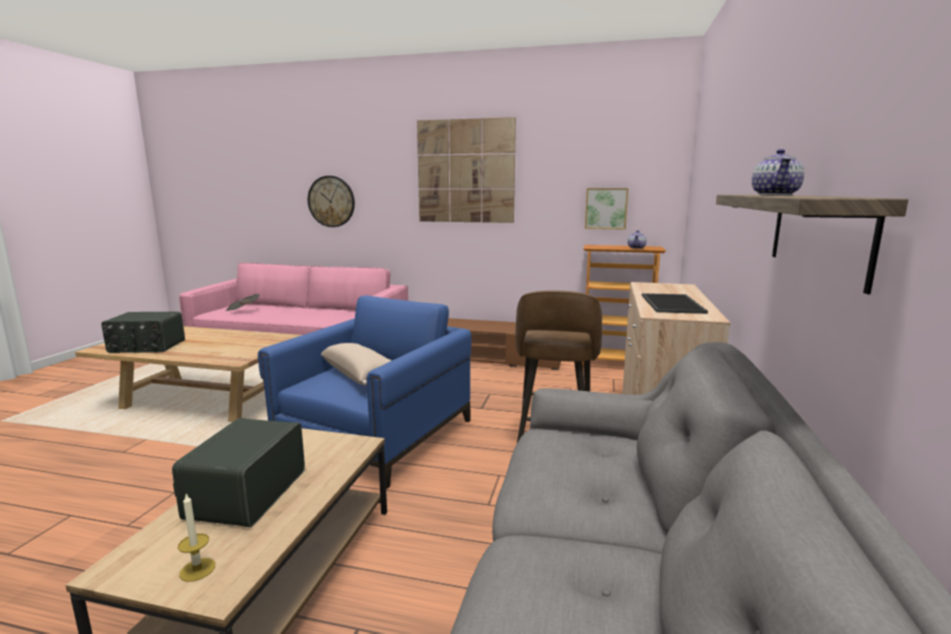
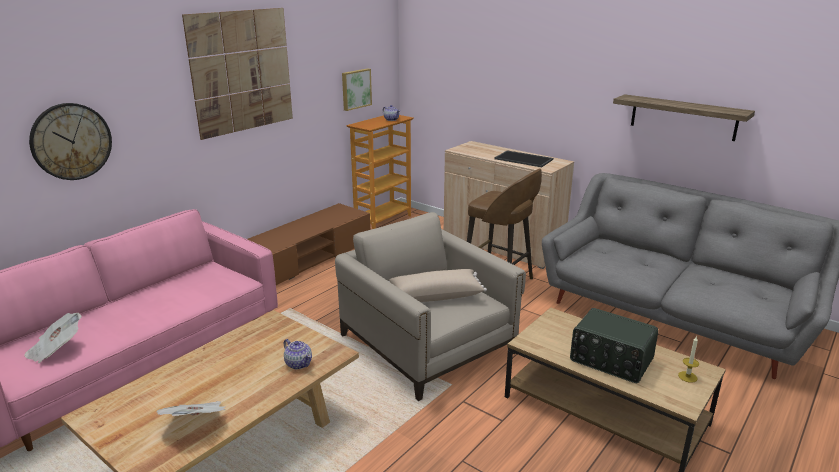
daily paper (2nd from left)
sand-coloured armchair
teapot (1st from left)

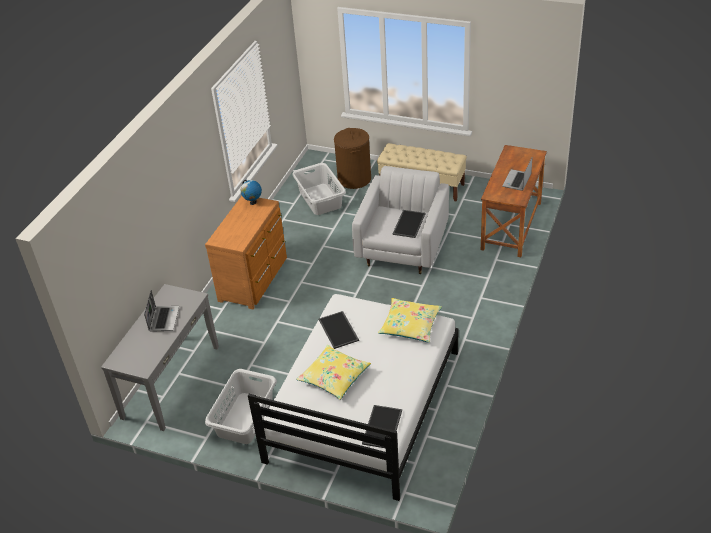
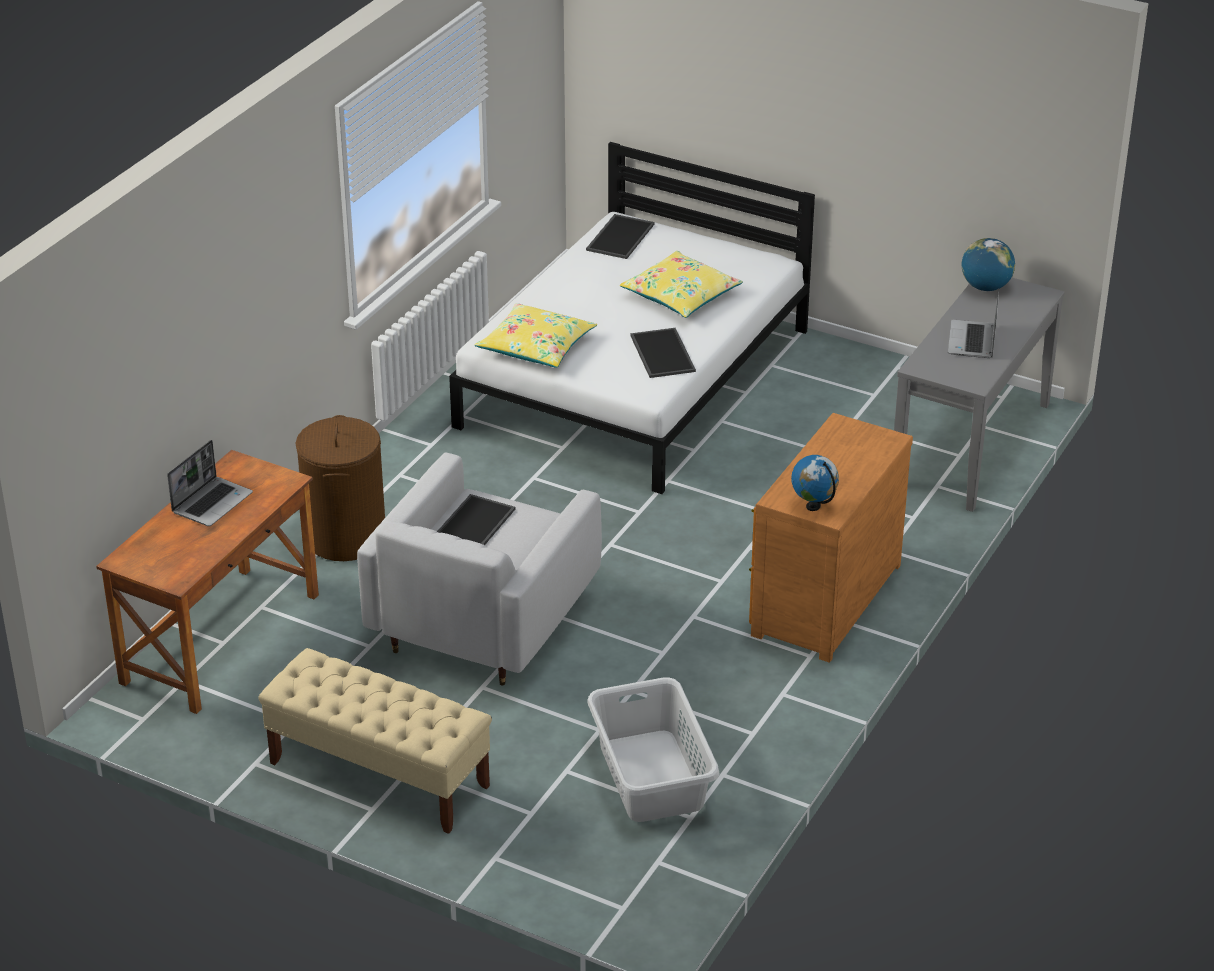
grey laundry basket (1st from left in the first image)
brown laundry basket
globe (2nd from left)

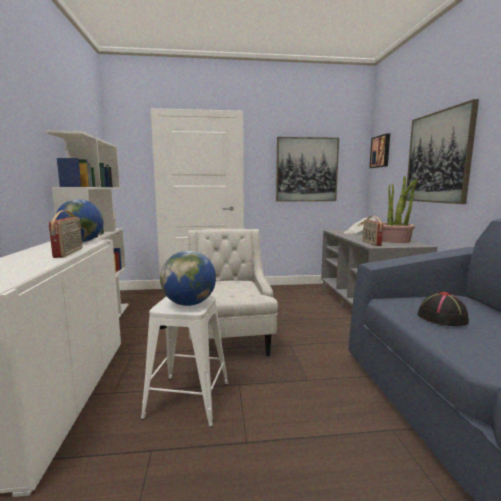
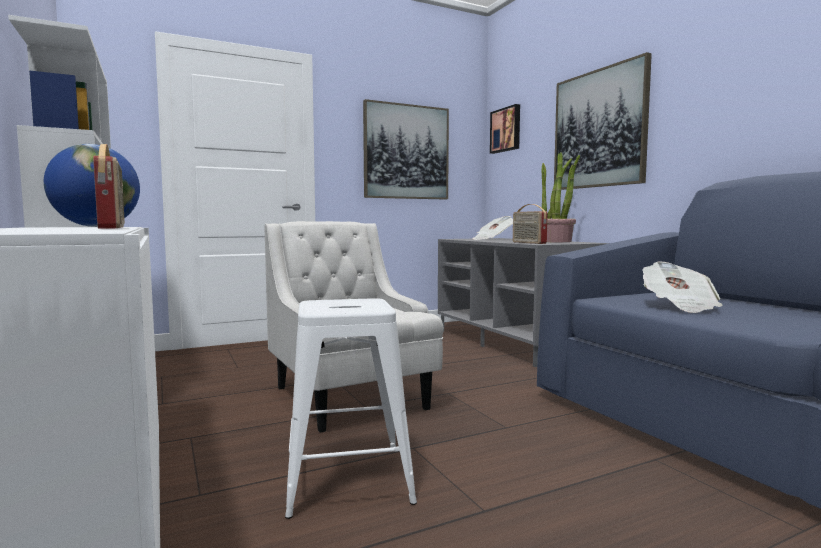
globe (2nd from left in the first image)
daily paper (2nd from left)

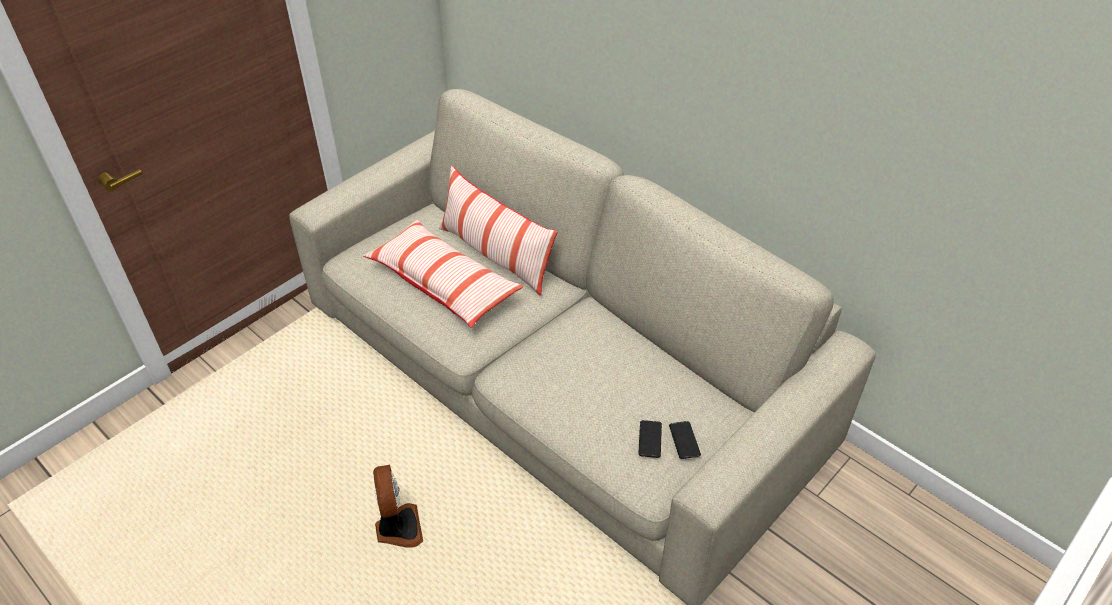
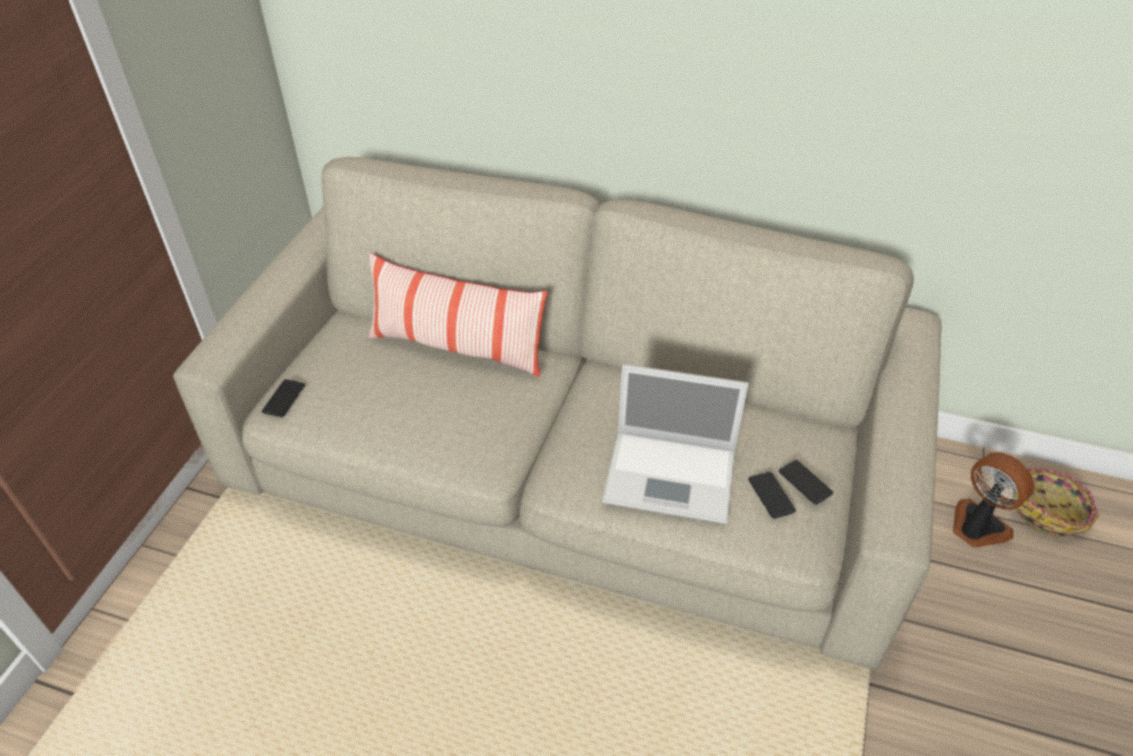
throw pillow (1st from left in the first image)
fan
telephone (1st from left)
notebook computer
household basket

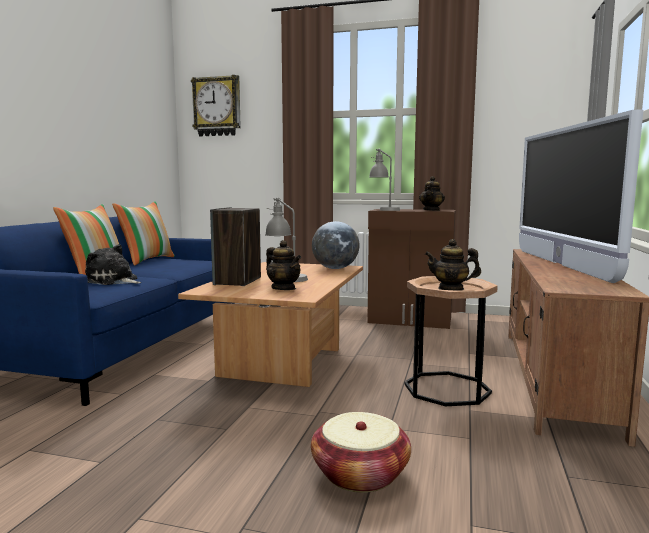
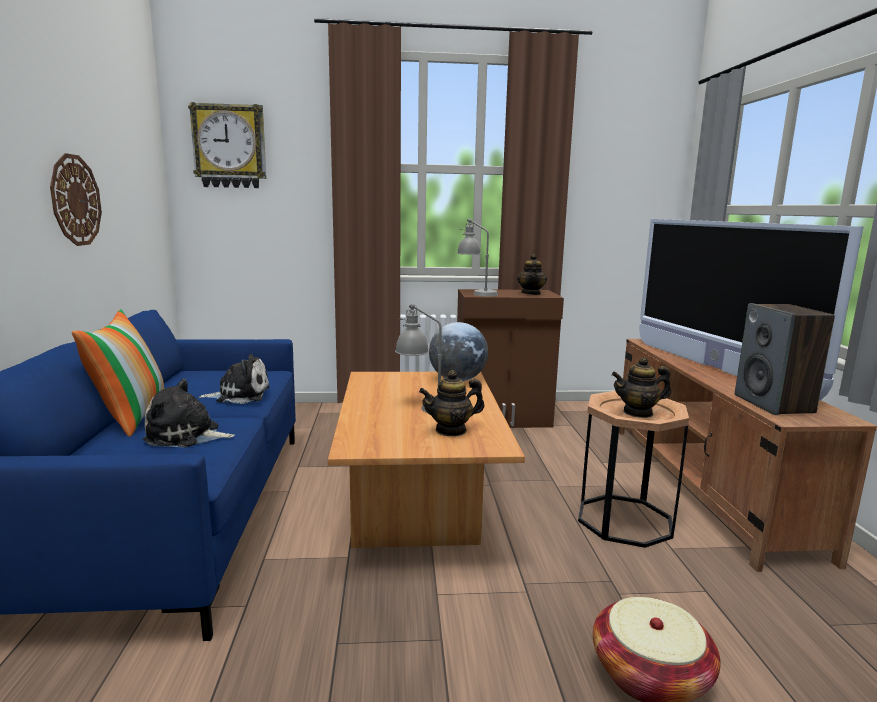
throw pillow (2nd from left in the first image)
audio speaker
teapot (1st from left)
clock on the wall (1st from left)
cuddly toy (2nd from left)

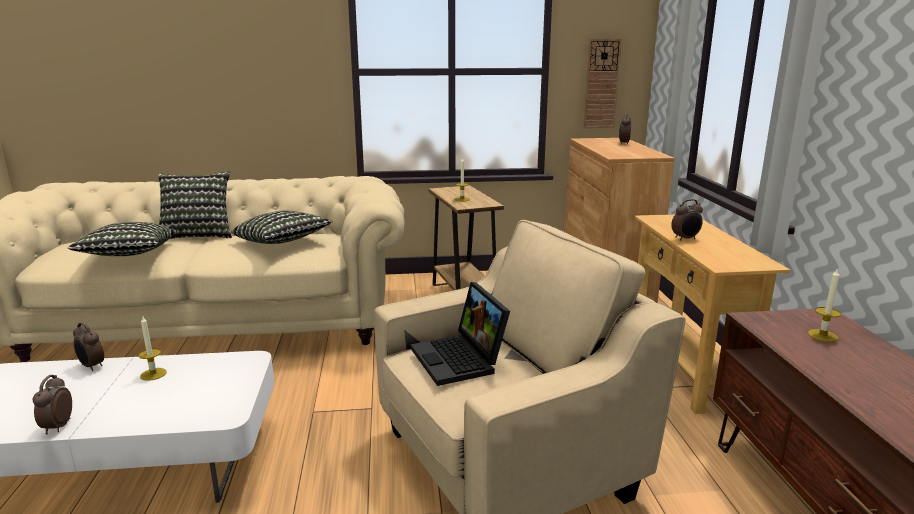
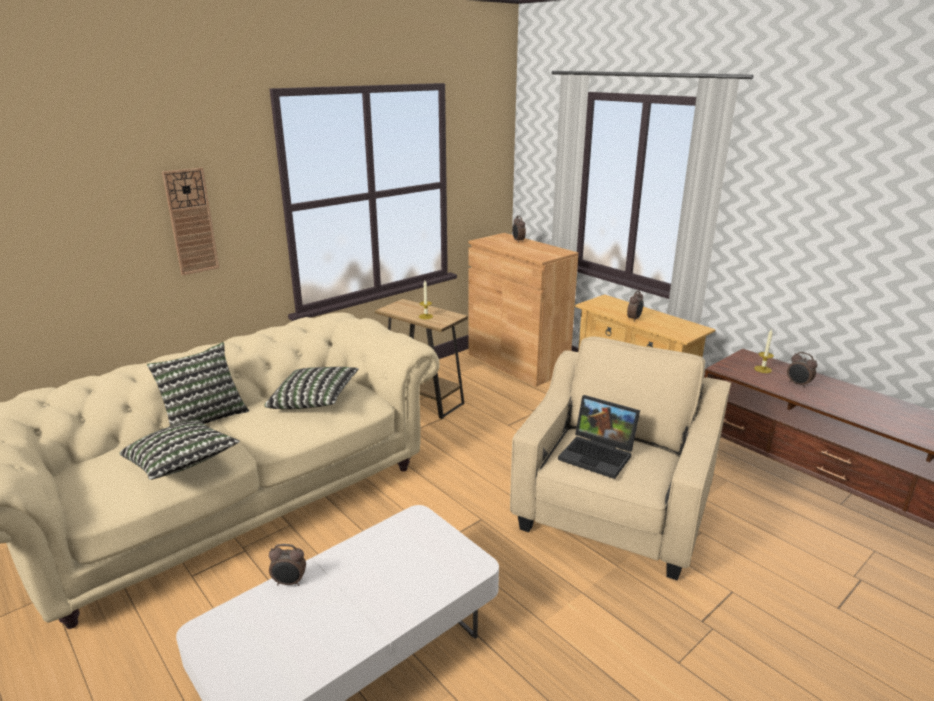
bedside clock (4th from left)
candle (1st from left in the first image)
clock on the wall

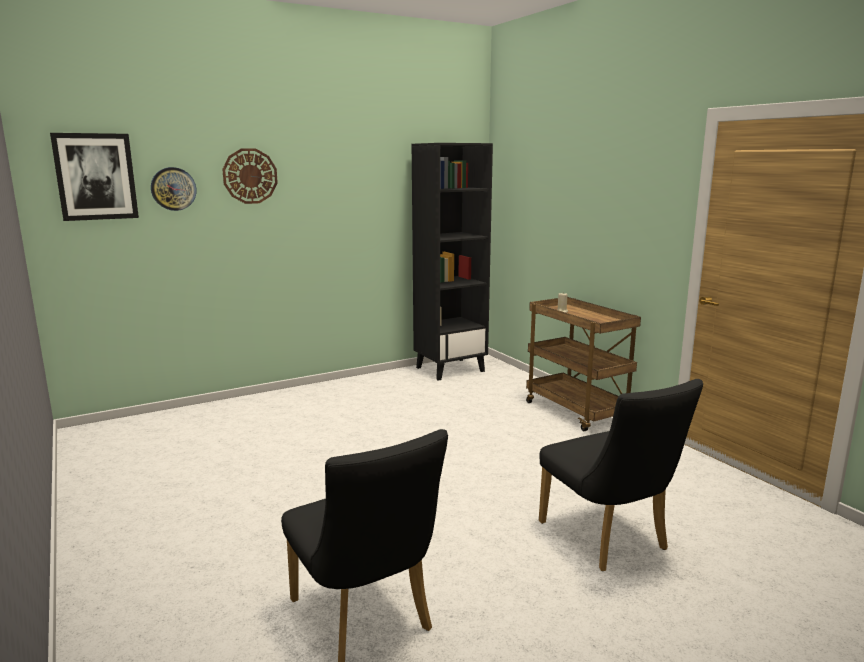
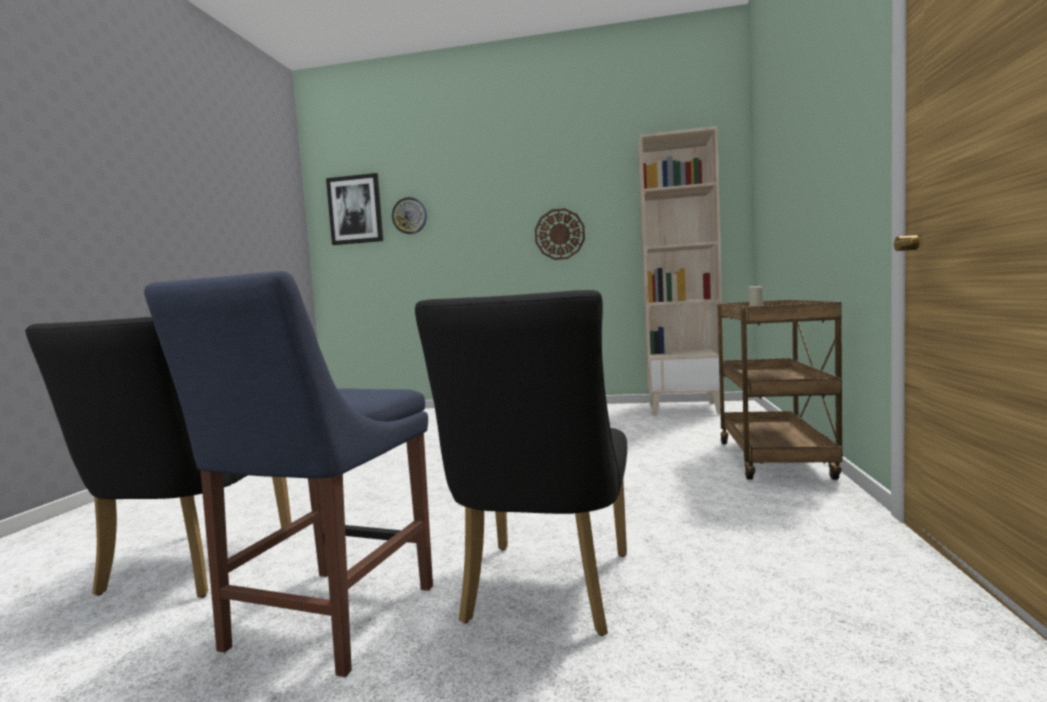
clock on the wall (2nd from left)
sand-coloured shelving unit
blue-coloured plain chair

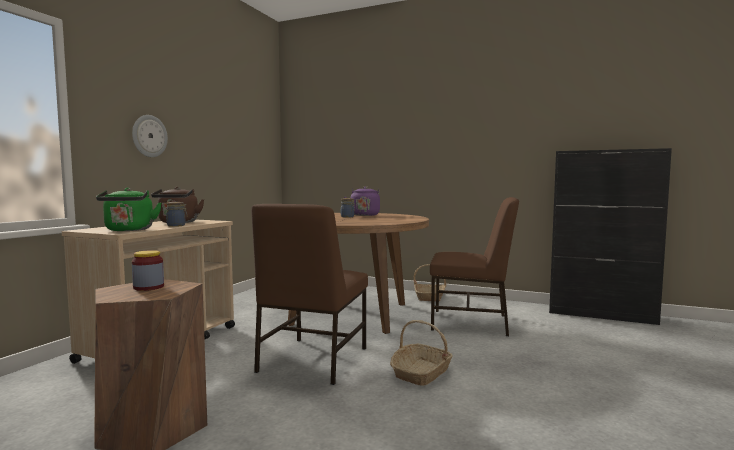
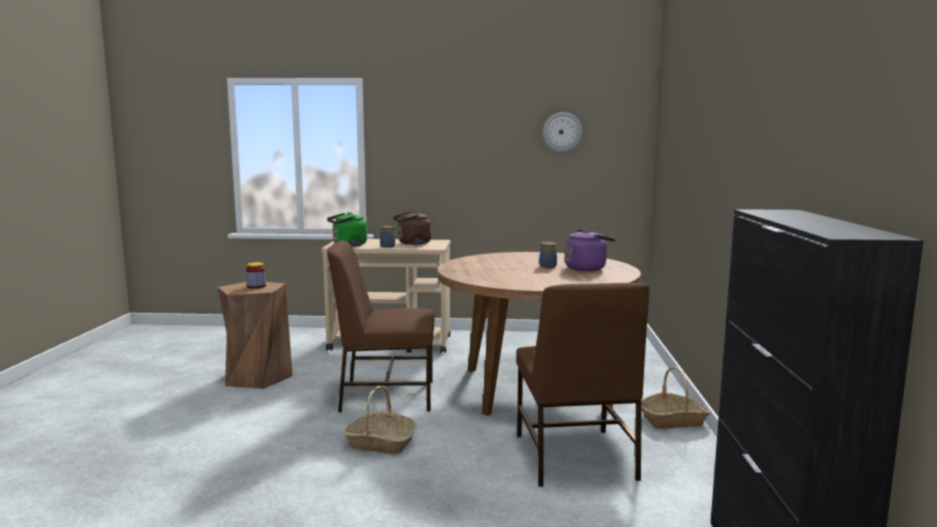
clock on the wall

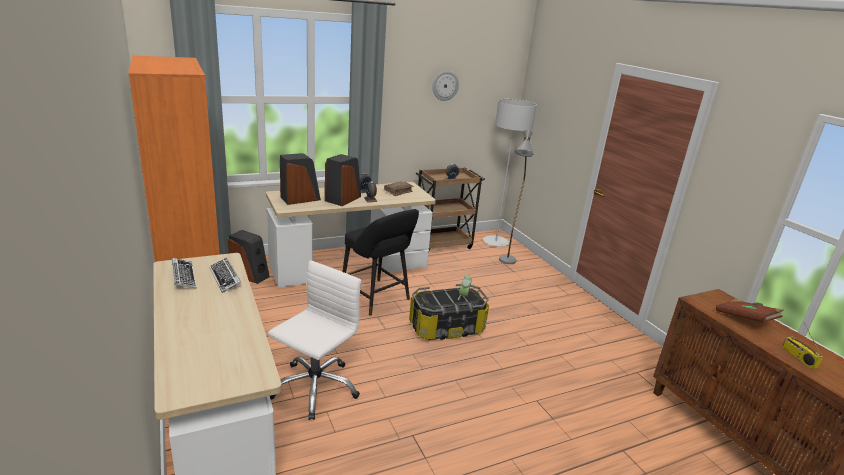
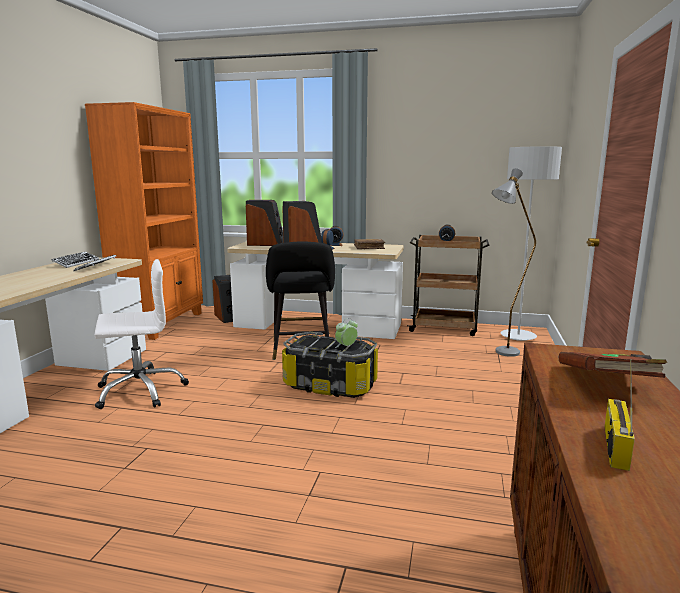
clock on the wall

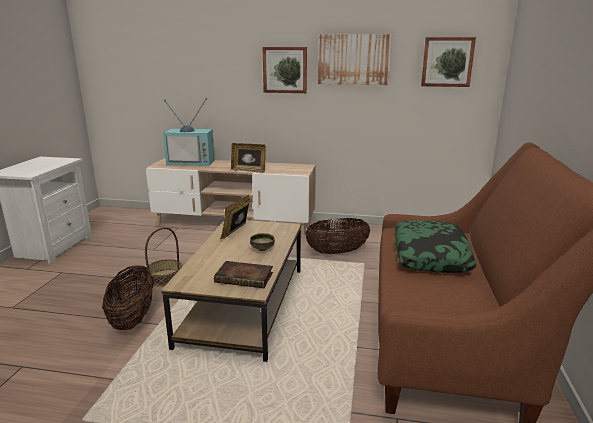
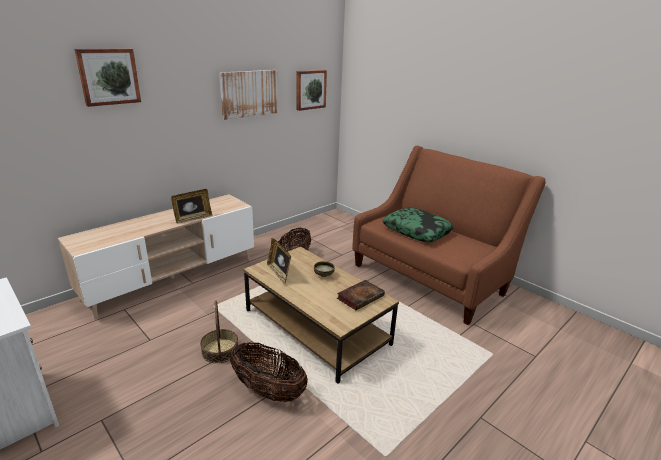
TV set
wall art (1st from left)

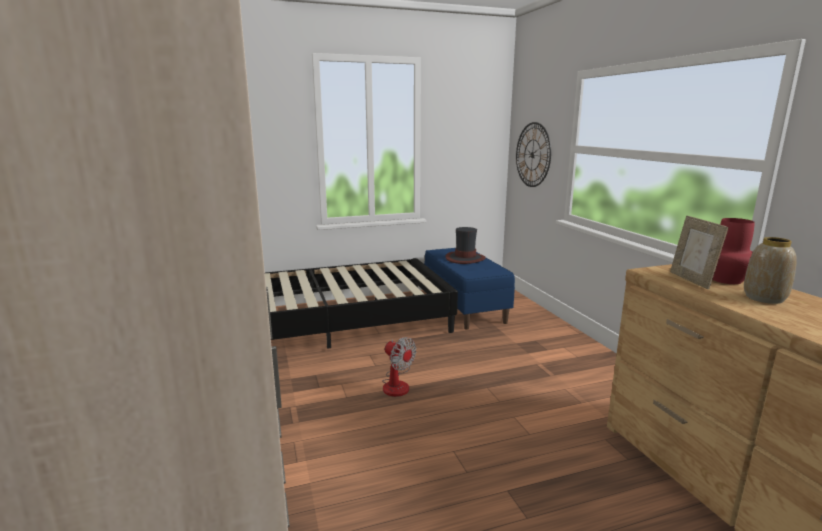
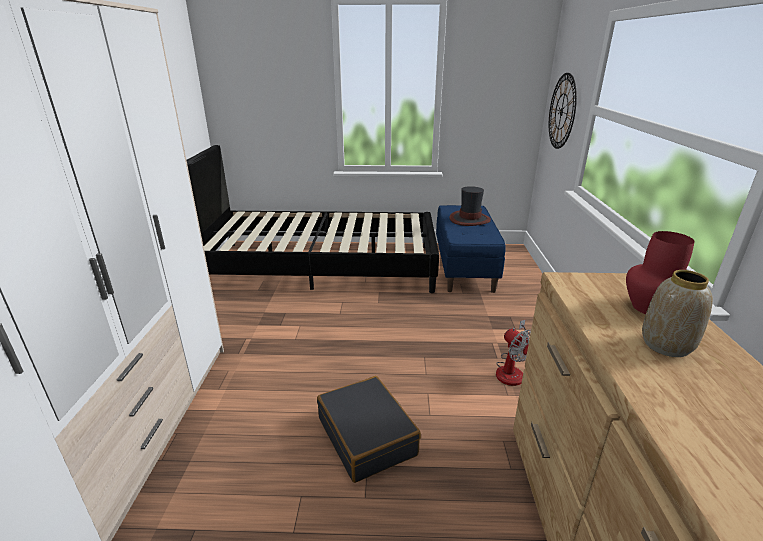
fan
standing frame
black suitcase

